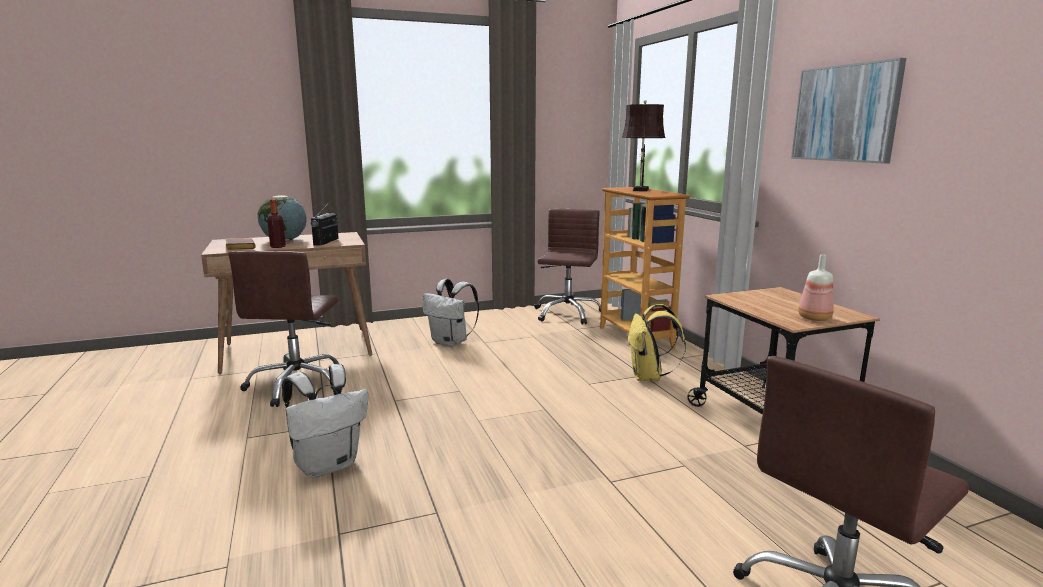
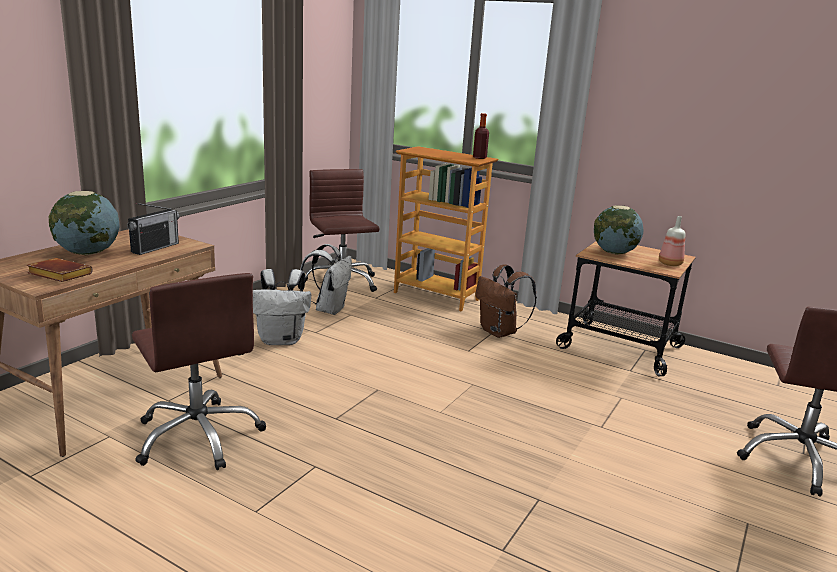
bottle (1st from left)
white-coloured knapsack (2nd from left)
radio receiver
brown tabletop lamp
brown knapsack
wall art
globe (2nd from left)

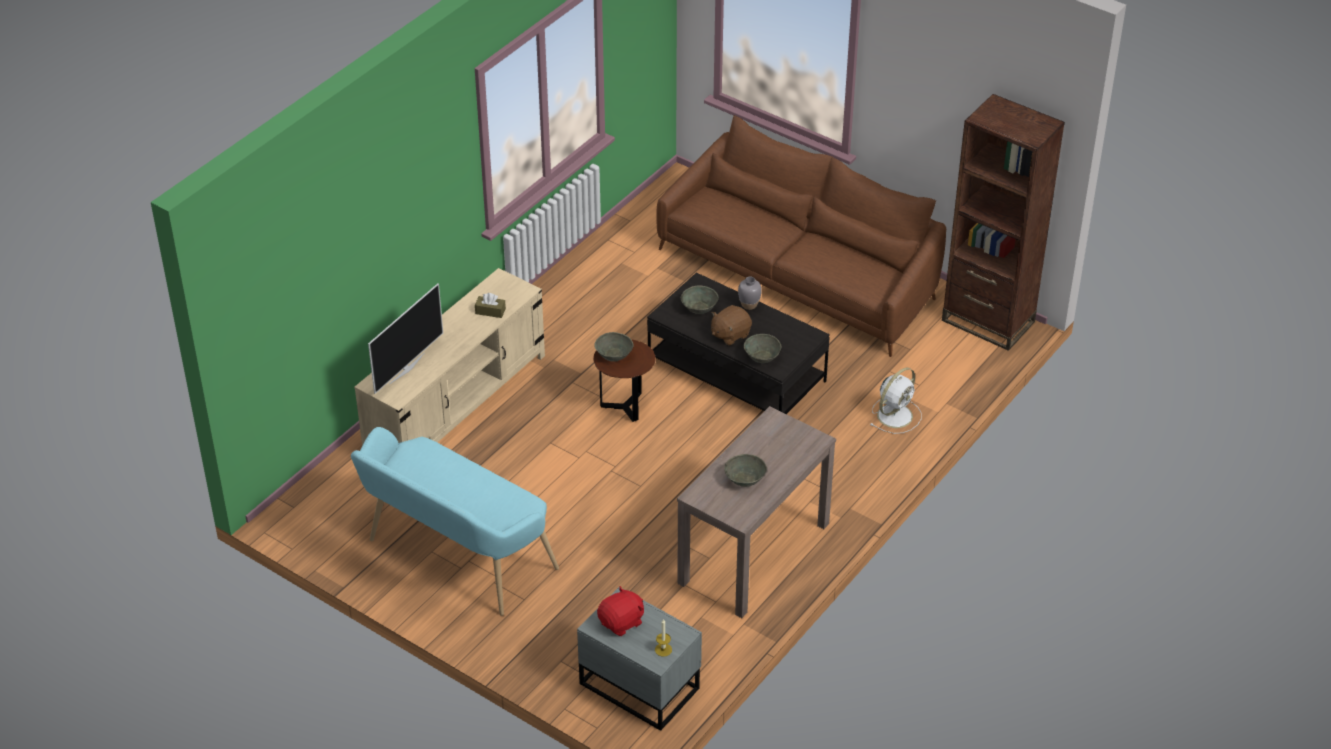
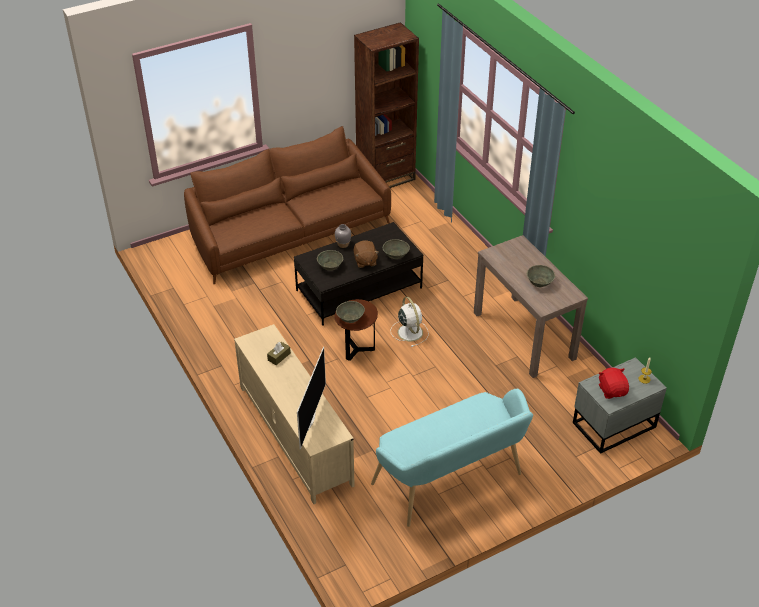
TV set
white-coloured fan

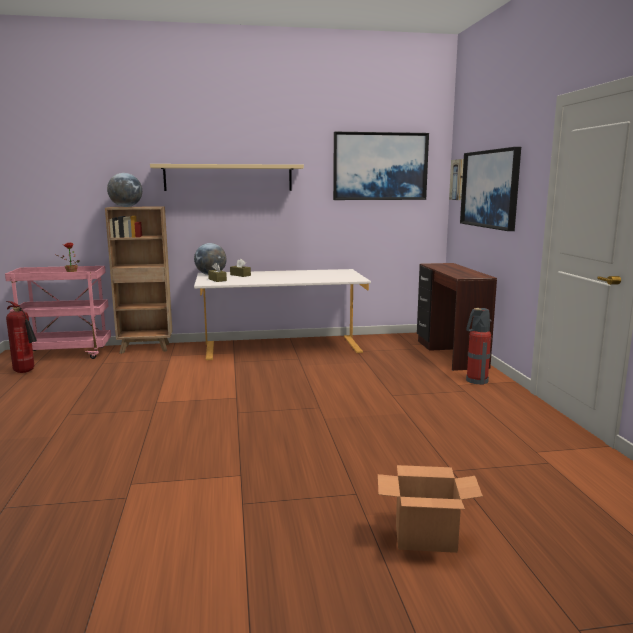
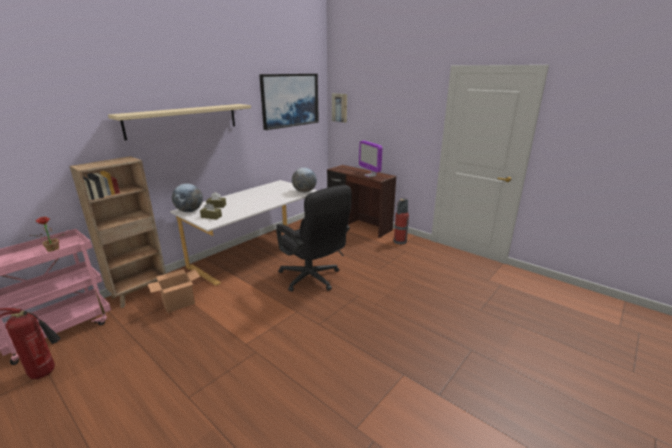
globe (2nd from left)
carton
wall art (3rd from left in the first image)
black office chair
computer screen

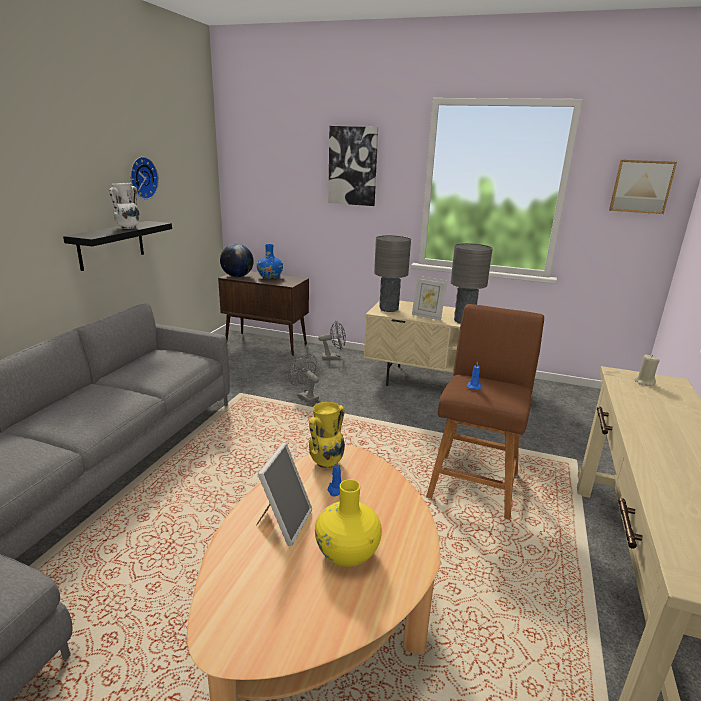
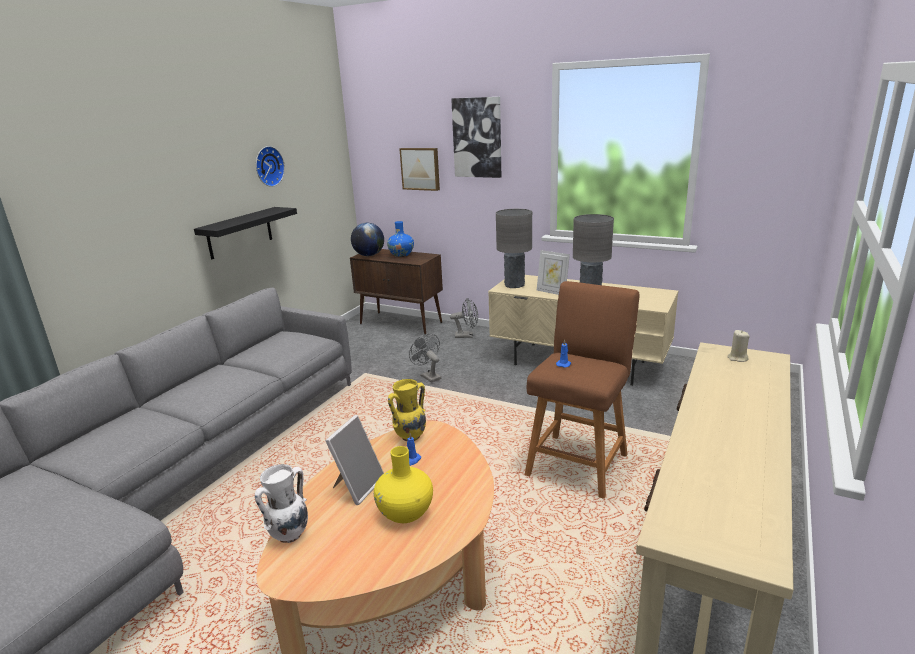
white-coloured flower vase
wall art (1st from left)

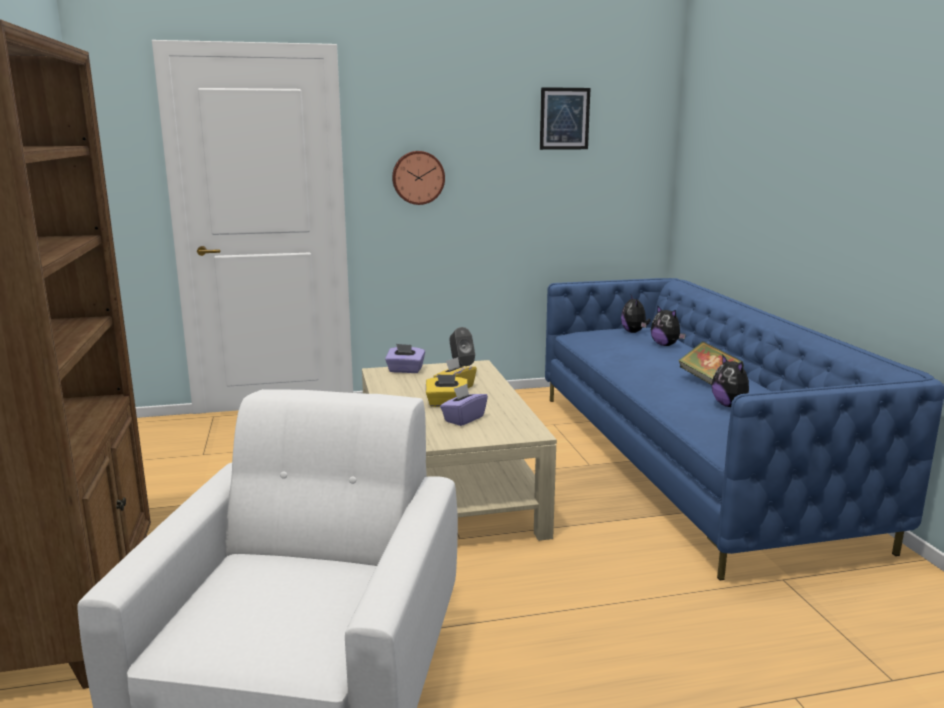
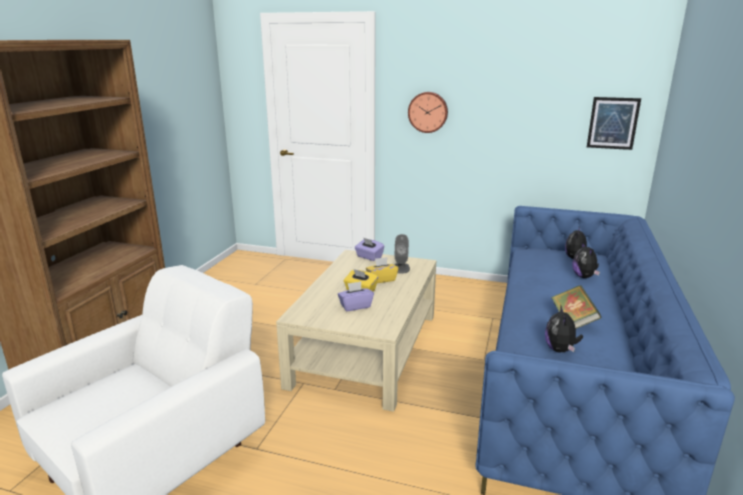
wall art

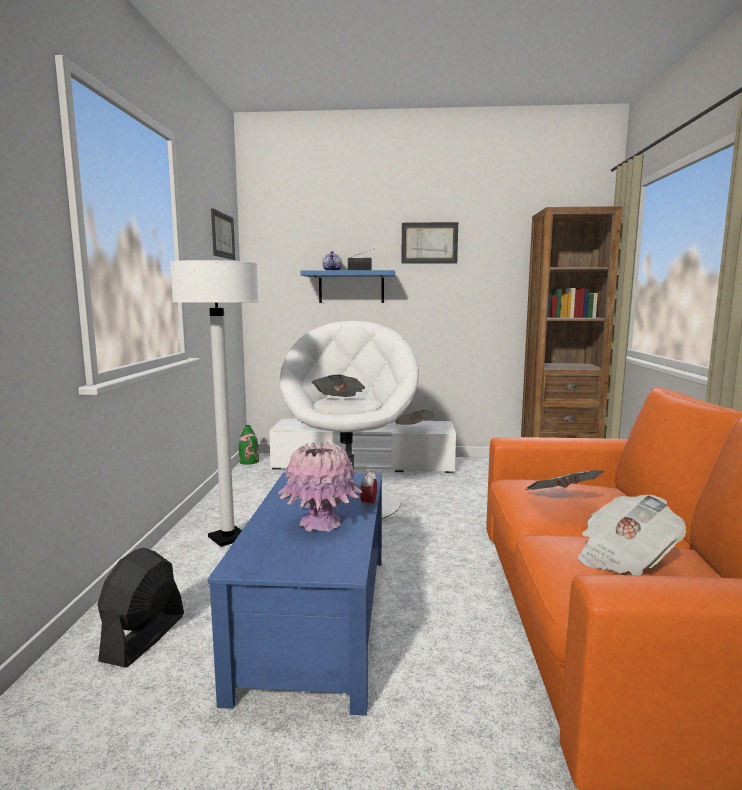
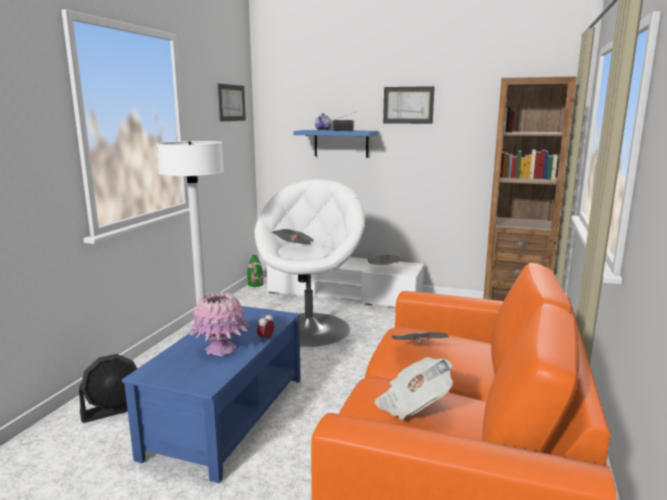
black fan

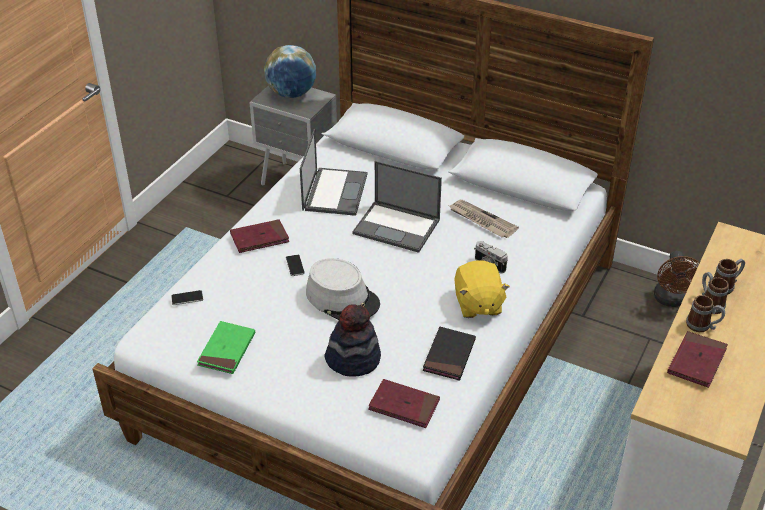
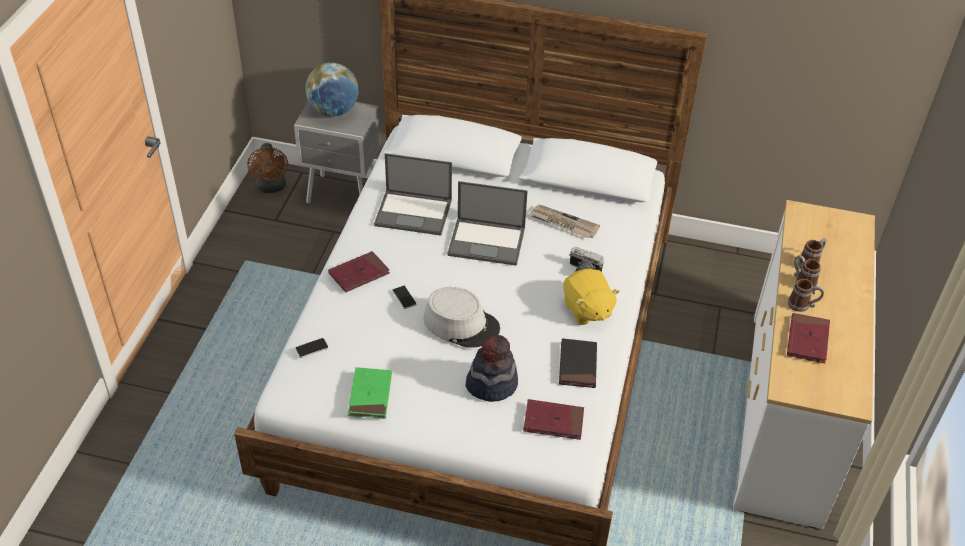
notebook computer (1st from left)
brown fan

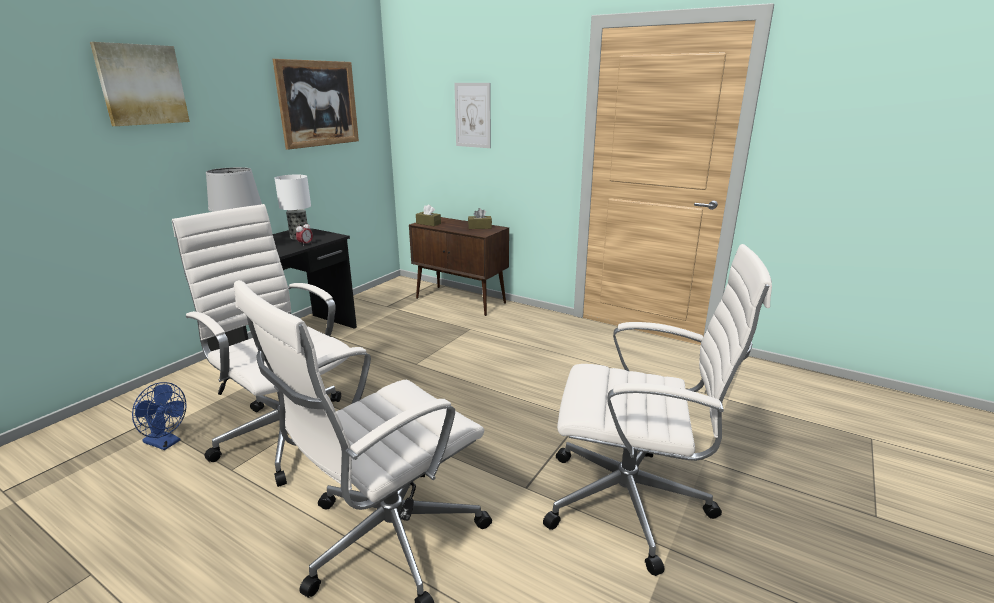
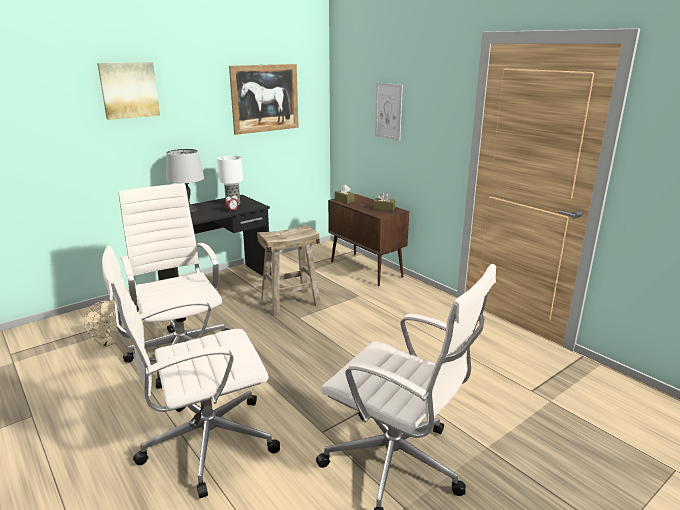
sand-coloured fan
sand-coloured sitting stool

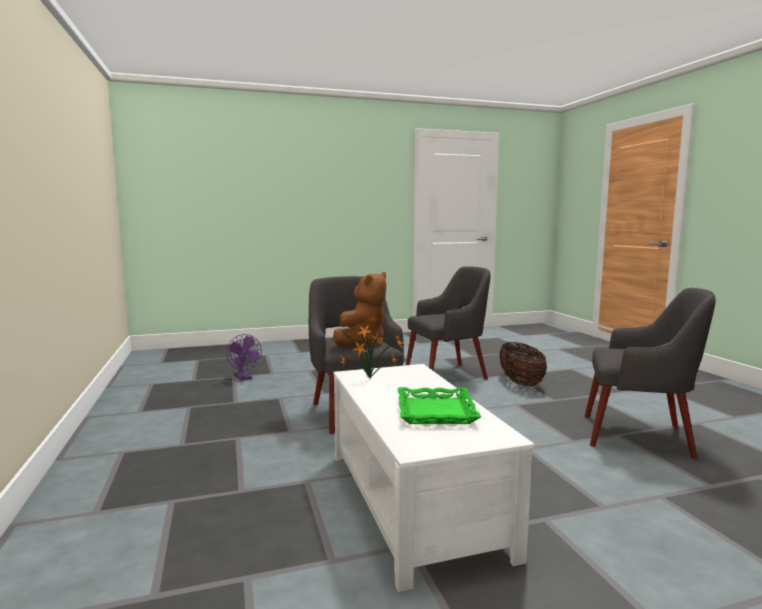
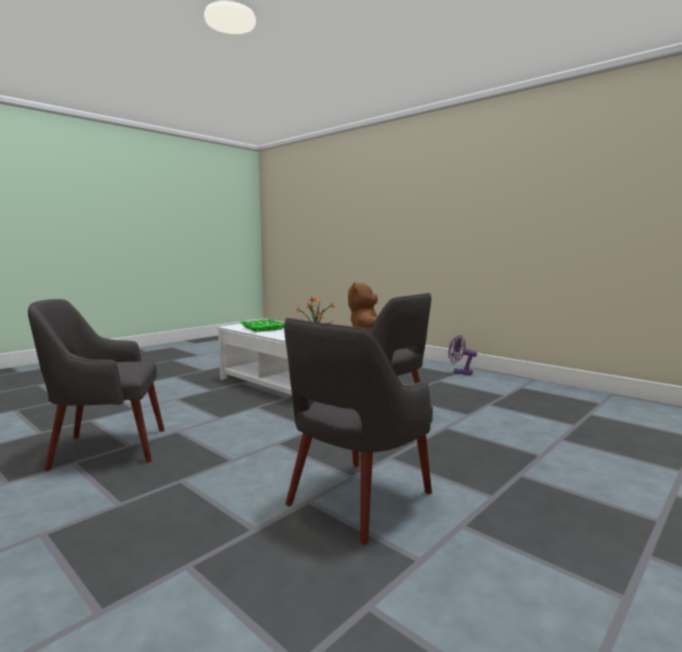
purplish fan
household basket

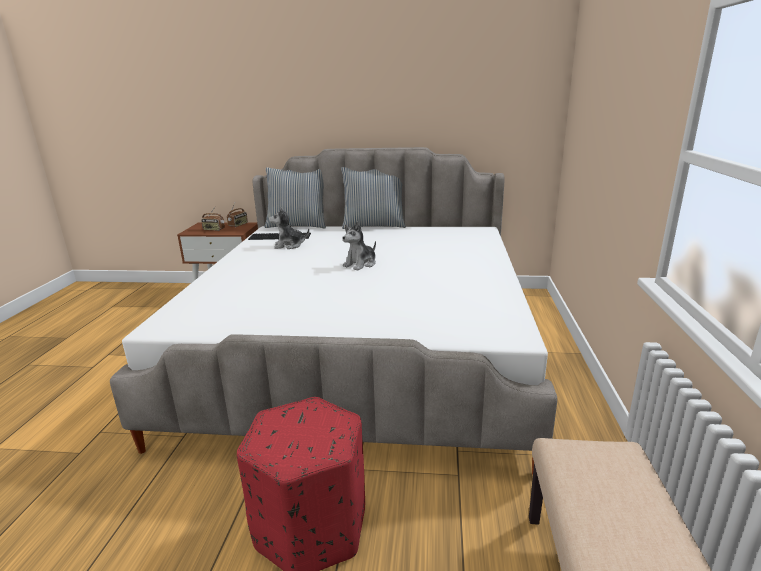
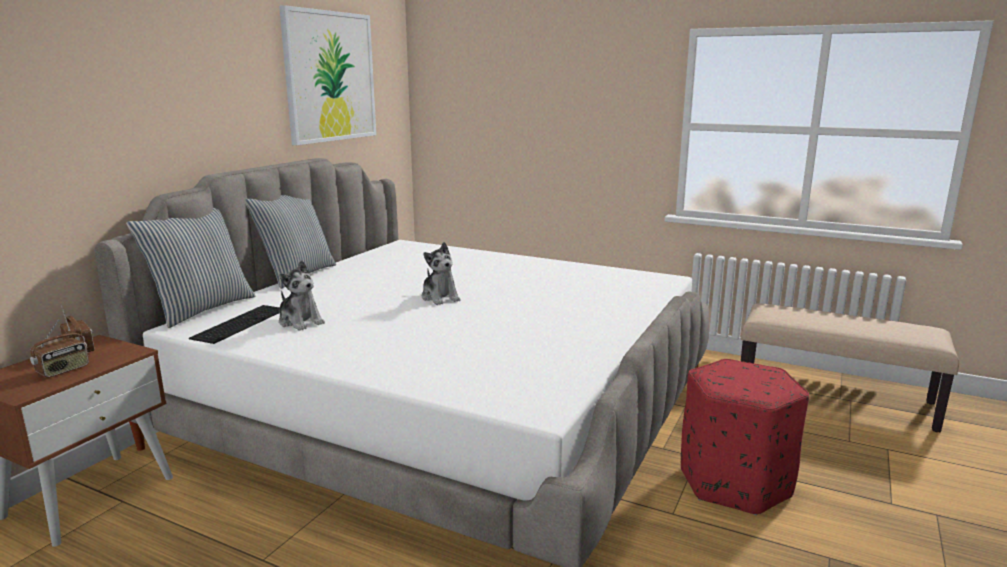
cuddly toy (1st from left)
wall art

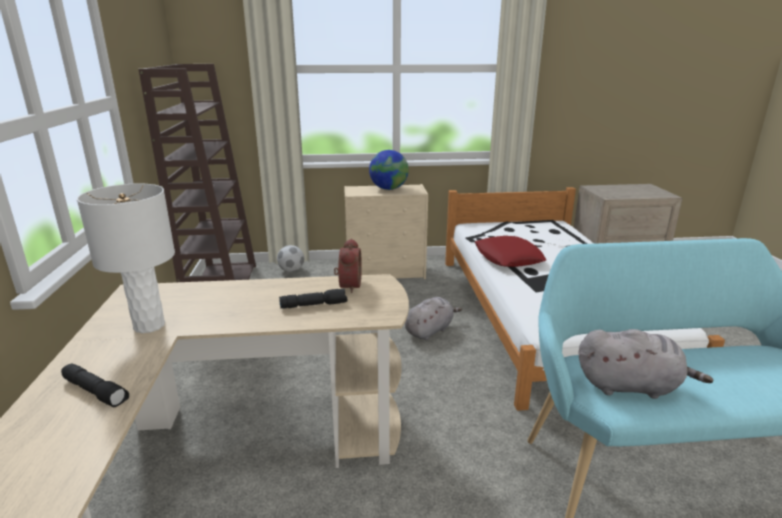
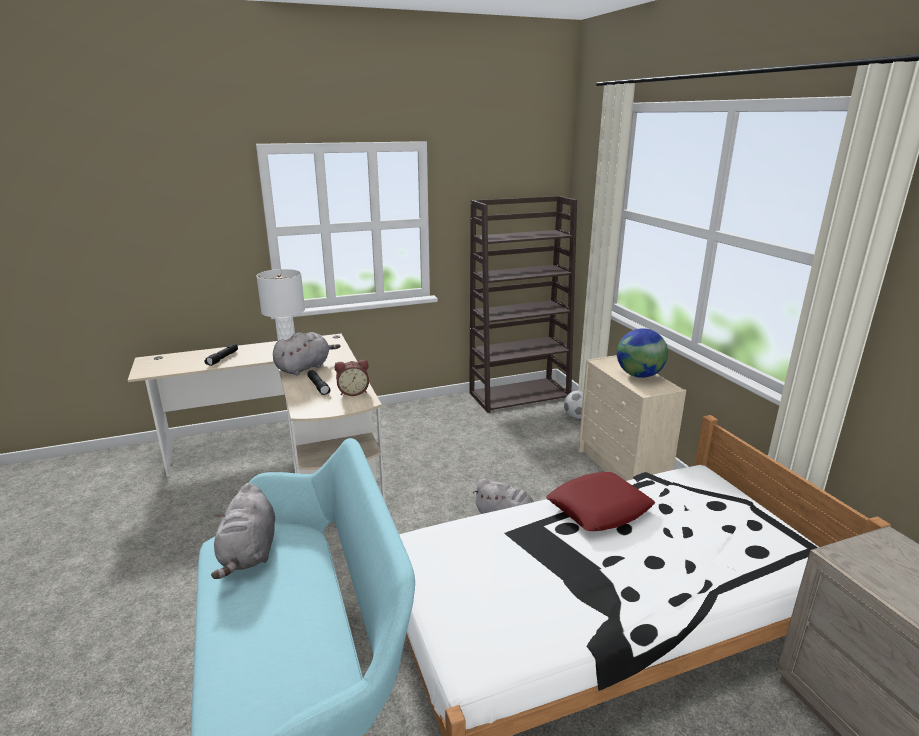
grey cuddly toy (2nd from left)

